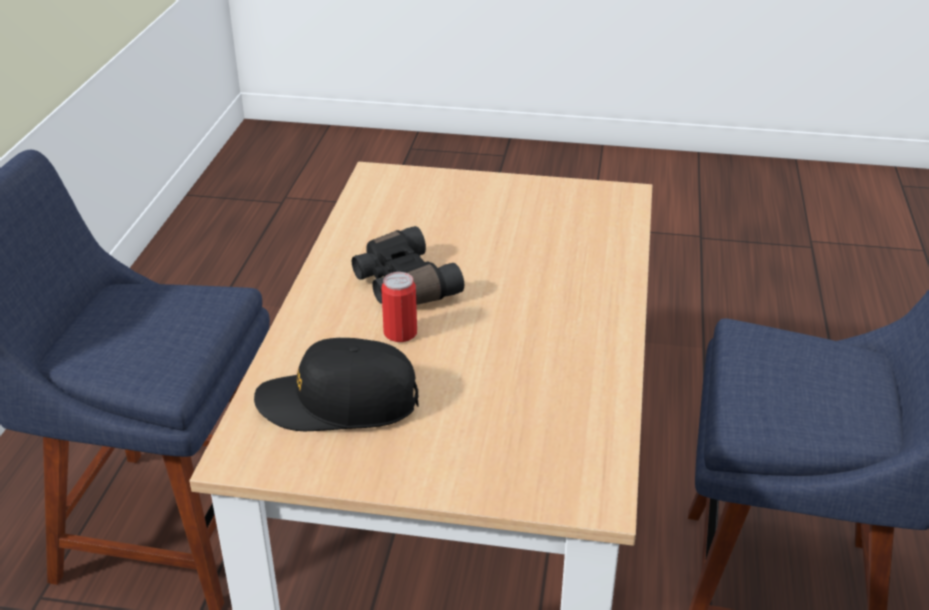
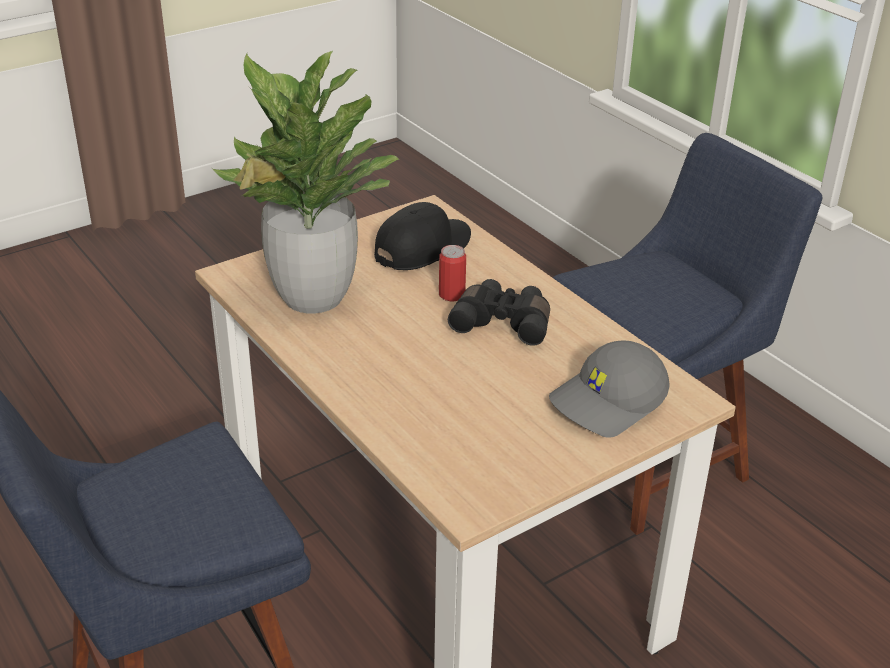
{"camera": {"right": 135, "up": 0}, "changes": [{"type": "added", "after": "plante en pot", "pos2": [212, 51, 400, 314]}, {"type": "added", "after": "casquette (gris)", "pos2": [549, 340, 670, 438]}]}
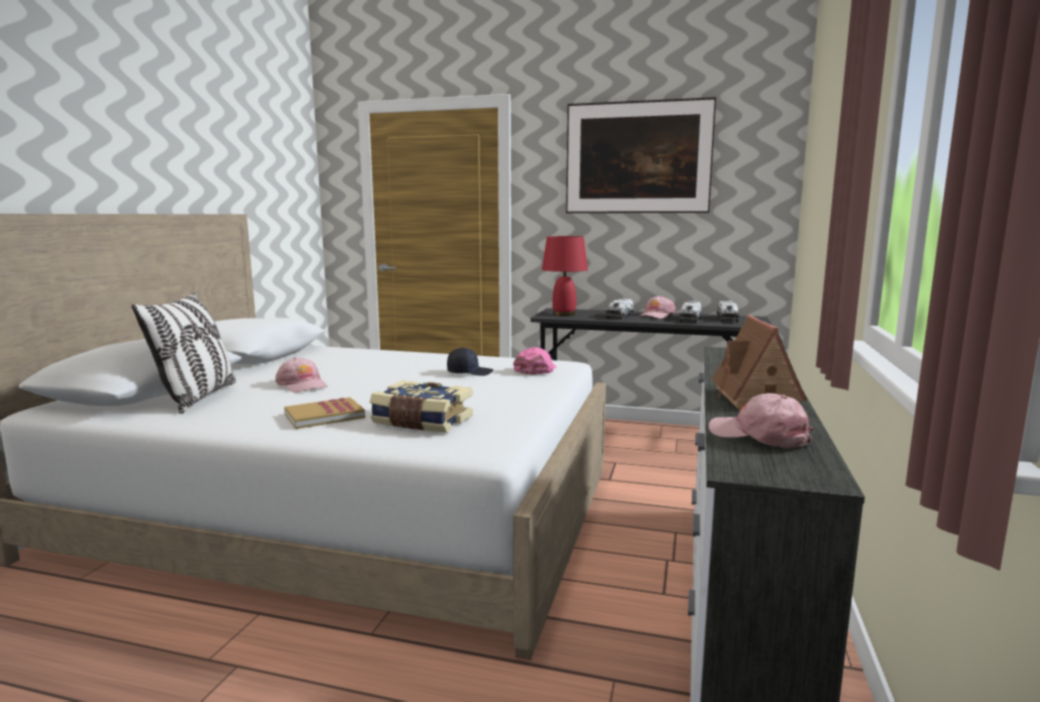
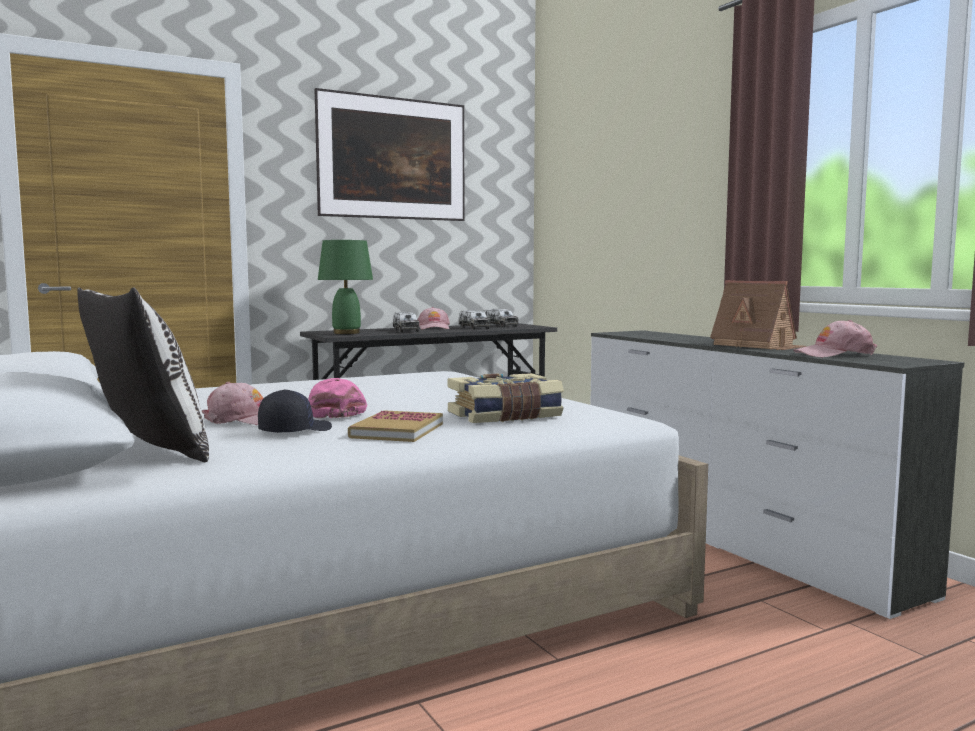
{"camera": {"right": -45, "up": -5}, "changes": [{"type": "moved", "before": "casquette (noir)", "pos1": [447, 348, 493, 376], "pos2": [258, 389, 332, 433]}, {"type": "moved", "before": "casquette (rose)", "pos1": [513, 347, 557, 375], "pos2": [308, 378, 367, 418]}, {"type": "recoloured", "before": "lampe de table (rouge)", "after": "lampe de table (vert)", "pos1": [542, 236, 588, 316], "pos2": [318, 240, 373, 334]}]}
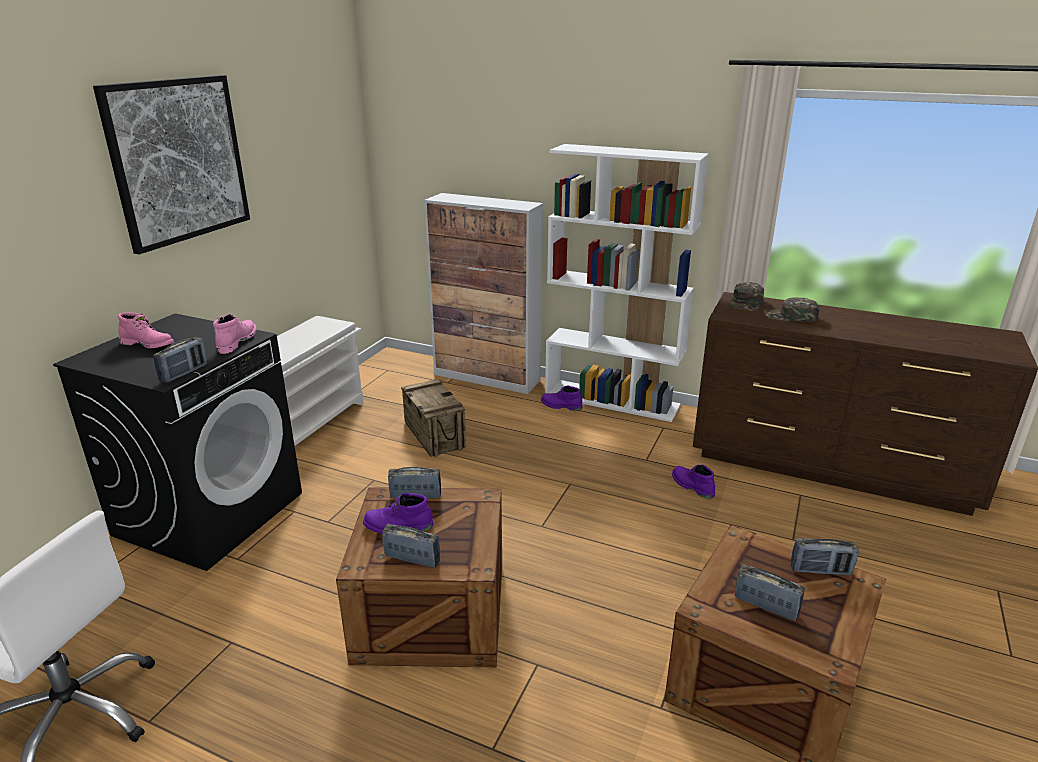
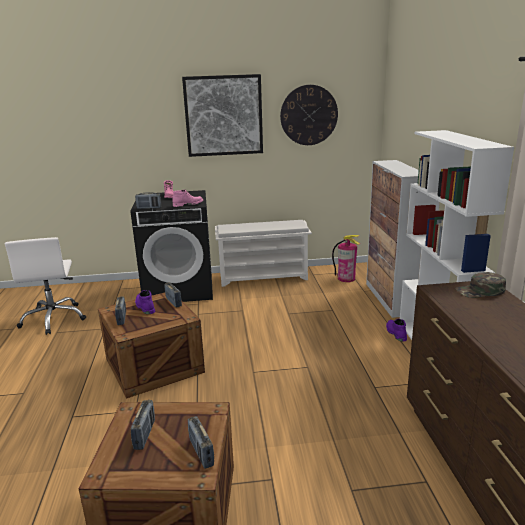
{"camera": {"right": 60, "up": -5}, "changes": [{"type": "removed", "before": "caisse", "pos1": [401, 379, 466, 457]}, {"type": "removed", "before": "botte (violet)", "pos1": [672, 465, 715, 498]}, {"type": "removed", "before": "casquette (vert)", "pos1": [764, 297, 819, 322]}, {"type": "added", "after": "horloge murale", "pos2": [280, 85, 338, 145]}, {"type": "added", "after": "extincteur", "pos2": [332, 235, 360, 282]}]}
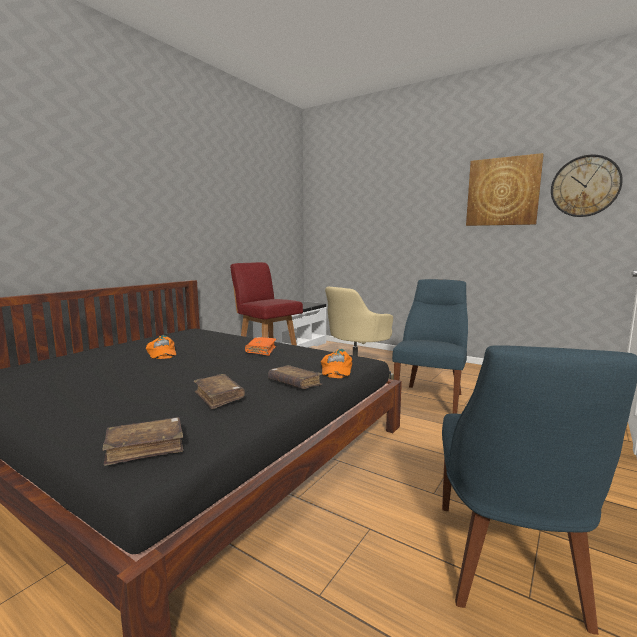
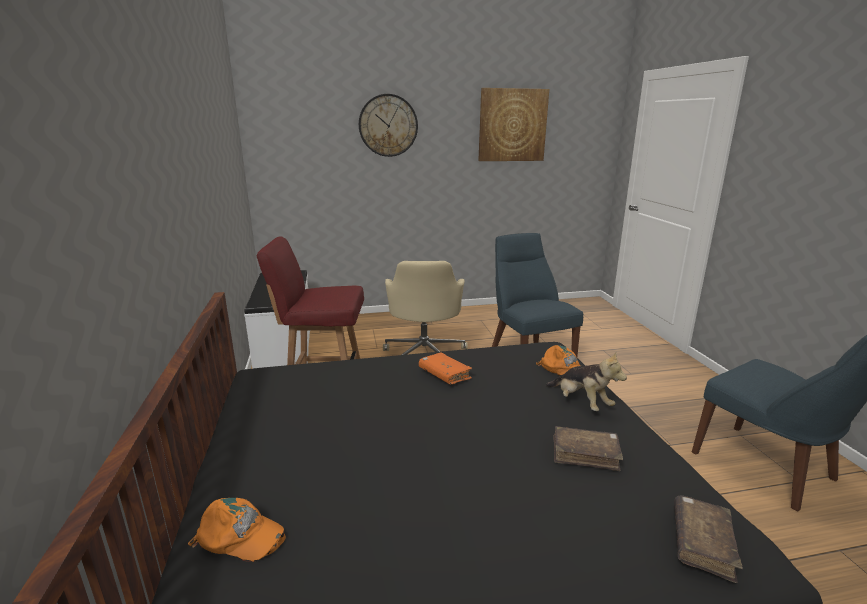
{"camera": {"right": -45, "up": 10}, "changes": [{"type": "moved", "before": "casquette (orange)", "pos1": [146, 335, 176, 359], "pos2": [188, 498, 286, 562]}, {"type": "replaced", "before": "livre (marron)", "after": "peluche", "pos1": [268, 365, 322, 389], "pos2": [546, 352, 627, 411]}, {"type": "moved", "before": "horloge murale", "pos1": [551, 154, 623, 217], "pos2": [359, 94, 418, 157]}]}
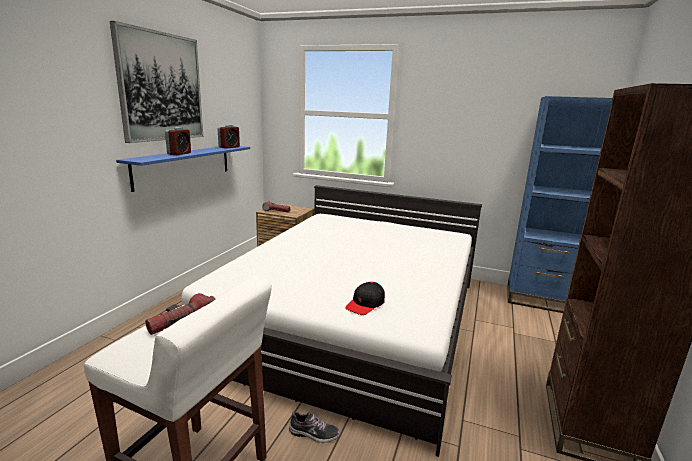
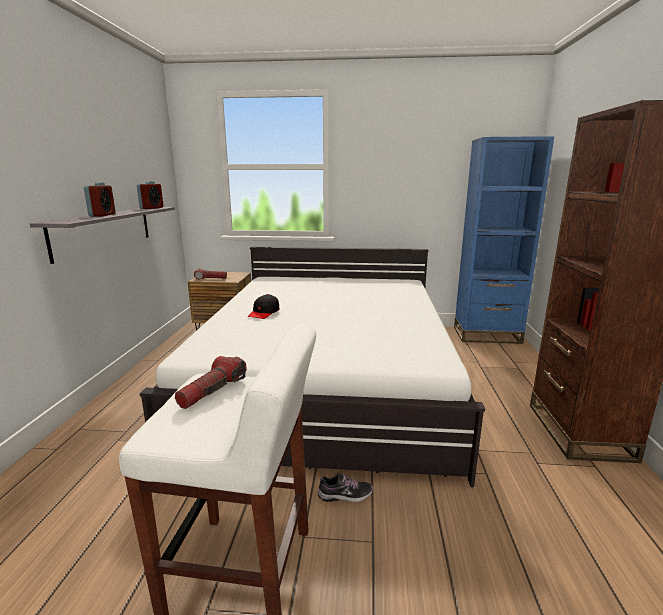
{"camera": {"right": -15, "up": 0}, "changes": [{"type": "removed", "before": "tableau", "pos1": [110, 21, 203, 143]}, {"type": "recoloured", "before": "étagère (bleu)", "after": "étagère (gris)", "pos1": [116, 146, 250, 192], "pos2": [30, 207, 175, 264]}, {"type": "moved", "before": "casquette (noir)", "pos1": [345, 282, 385, 315], "pos2": [248, 294, 279, 319]}]}
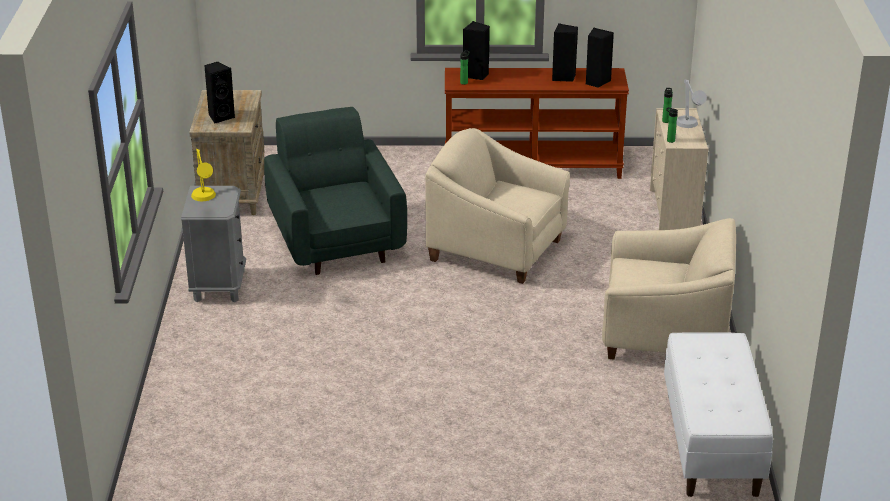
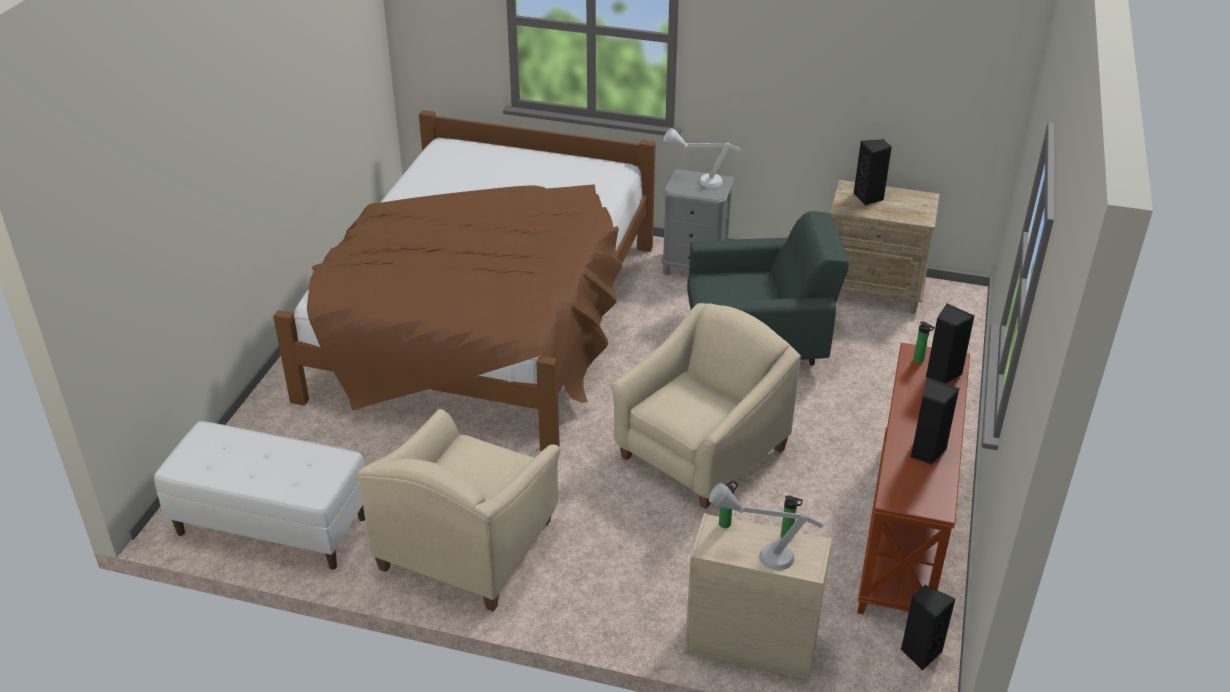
{"camera": {"right": 105, "up": 5}, "changes": [{"type": "recoloured", "before": "lampe de table (jaune)", "after": "lampe de table (blanc)", "pos1": [191, 149, 216, 201], "pos2": [664, 128, 741, 188]}, {"type": "moved", "before": "enceinte (noir)", "pos1": [586, 28, 614, 88], "pos2": [901, 585, 955, 671]}, {"type": "added", "after": "lit (marron)", "pos2": [273, 110, 656, 451]}]}
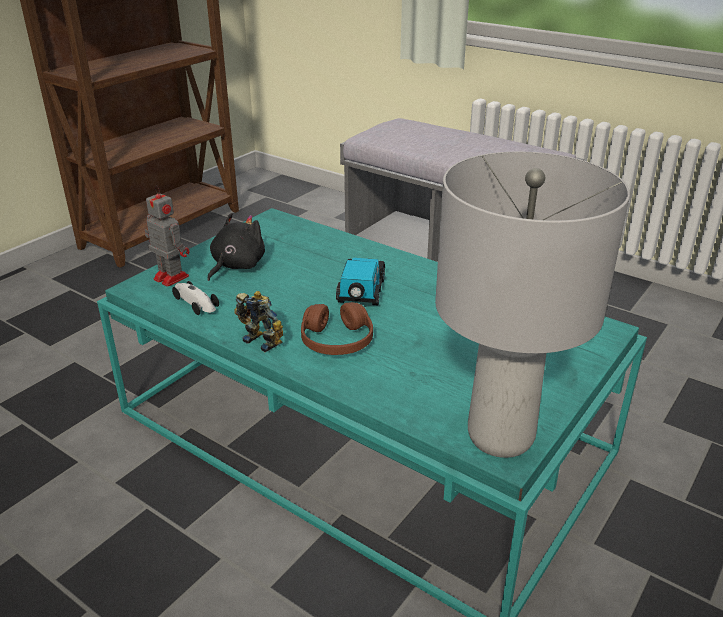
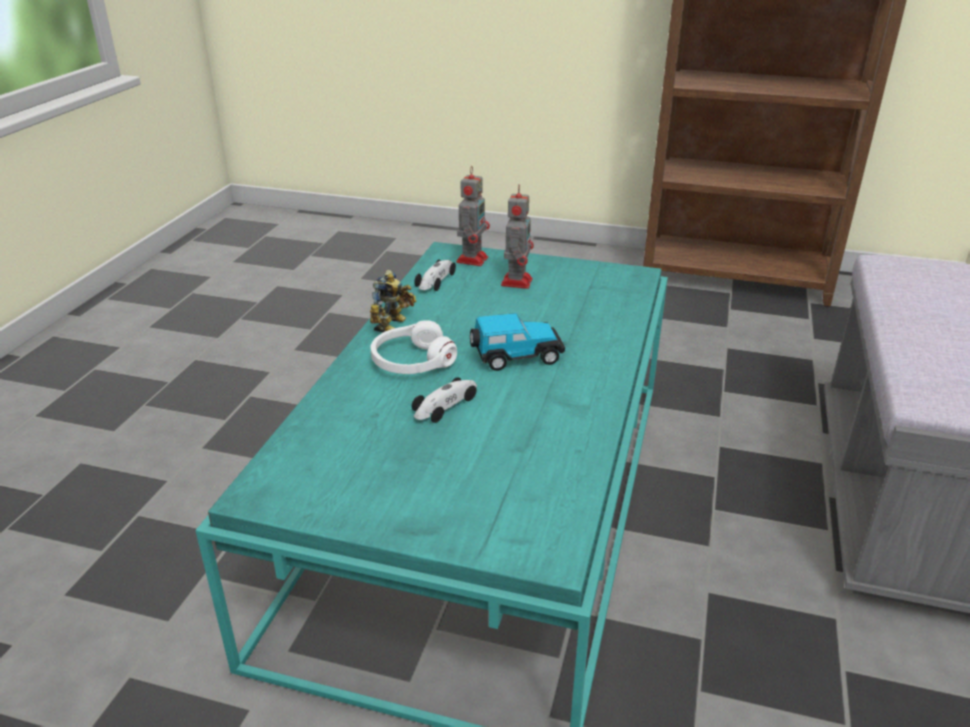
{"camera": {"right": 70, "up": 0}, "changes": [{"type": "replaced", "before": "peluche (noir)", "after": "robot jouet", "pos1": [207, 213, 265, 281], "pos2": [501, 184, 534, 289]}, {"type": "recoloured", "before": "casque audio (marron)", "after": "casque audio (blanc)", "pos1": [301, 302, 373, 355], "pos2": [370, 320, 457, 374]}, {"type": "removed", "before": "lampe de table (gris)", "pos1": [435, 152, 630, 458]}, {"type": "added", "after": "petite voiture", "pos2": [412, 377, 477, 423]}]}
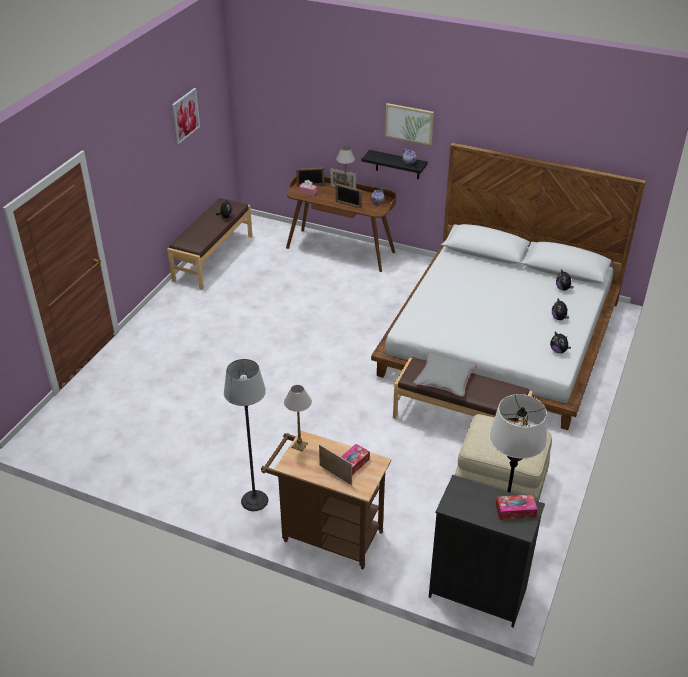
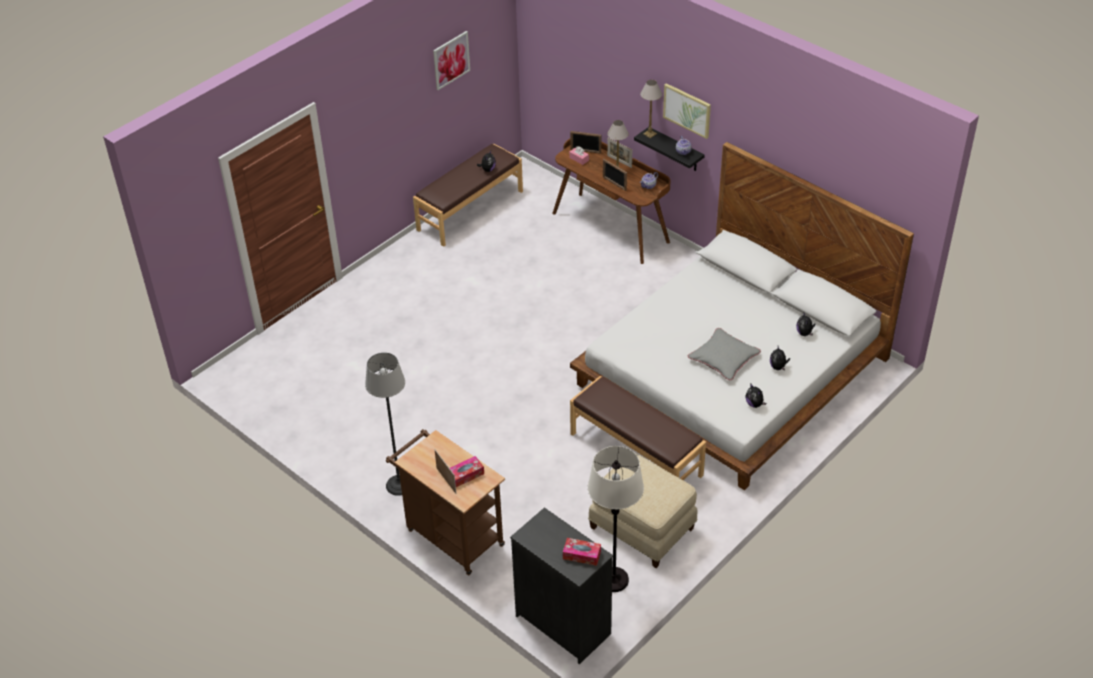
{"camera": {"right": 20, "up": 5}, "changes": [{"type": "moved", "before": "lampe de table", "pos1": [284, 385, 312, 451], "pos2": [640, 80, 662, 138]}, {"type": "moved", "before": "coussin (gris)", "pos1": [413, 352, 477, 397], "pos2": [688, 328, 761, 380]}]}
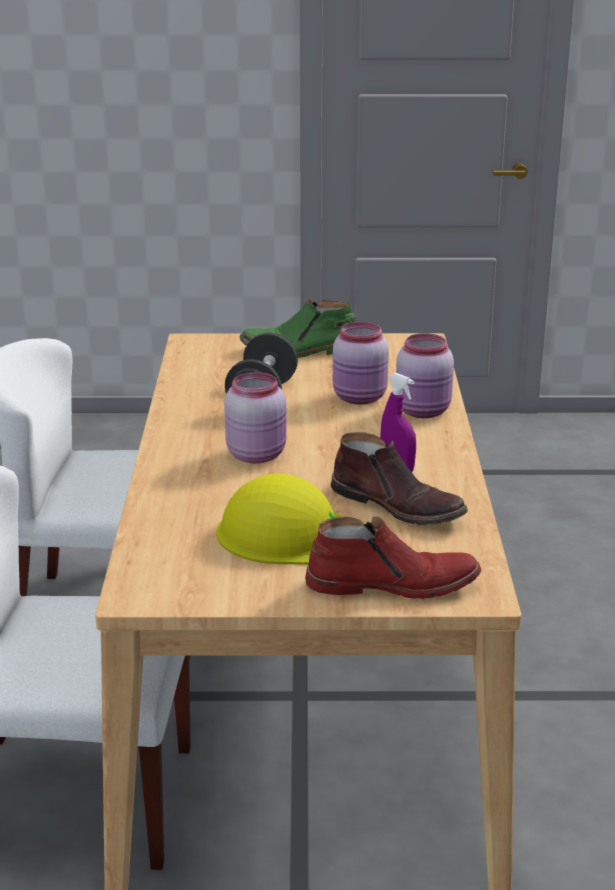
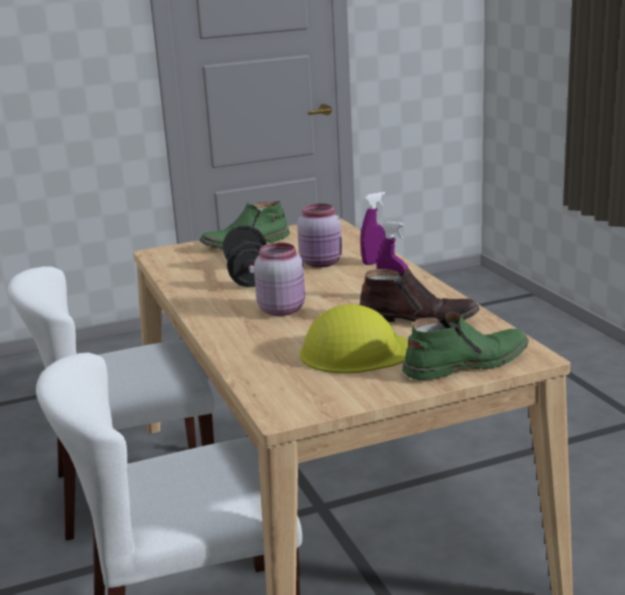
{"camera": {"right": -20, "up": -5}, "changes": [{"type": "recoloured", "before": "botte (rouge)", "after": "botte (vert)", "pos1": [305, 516, 481, 599], "pos2": [402, 312, 529, 380]}, {"type": "replaced", "before": "bocal (rose)", "after": "vaporisateur (violet)", "pos1": [396, 333, 454, 418], "pos2": [361, 192, 386, 265]}]}
